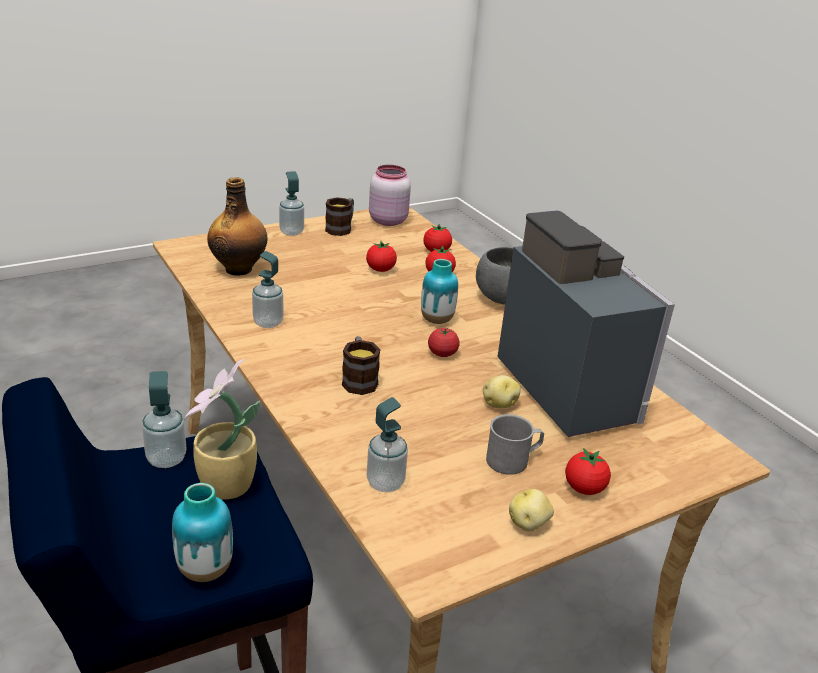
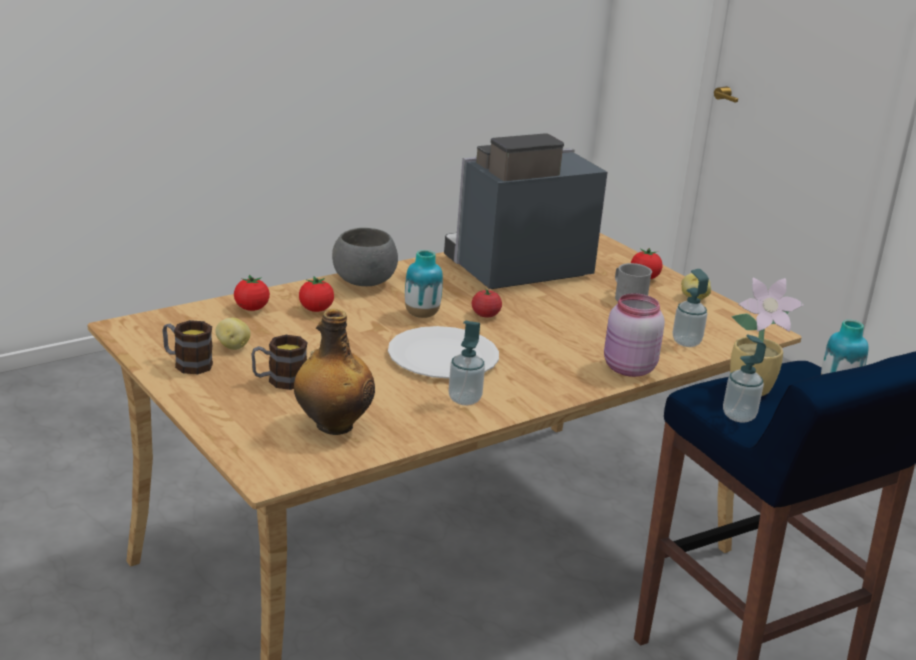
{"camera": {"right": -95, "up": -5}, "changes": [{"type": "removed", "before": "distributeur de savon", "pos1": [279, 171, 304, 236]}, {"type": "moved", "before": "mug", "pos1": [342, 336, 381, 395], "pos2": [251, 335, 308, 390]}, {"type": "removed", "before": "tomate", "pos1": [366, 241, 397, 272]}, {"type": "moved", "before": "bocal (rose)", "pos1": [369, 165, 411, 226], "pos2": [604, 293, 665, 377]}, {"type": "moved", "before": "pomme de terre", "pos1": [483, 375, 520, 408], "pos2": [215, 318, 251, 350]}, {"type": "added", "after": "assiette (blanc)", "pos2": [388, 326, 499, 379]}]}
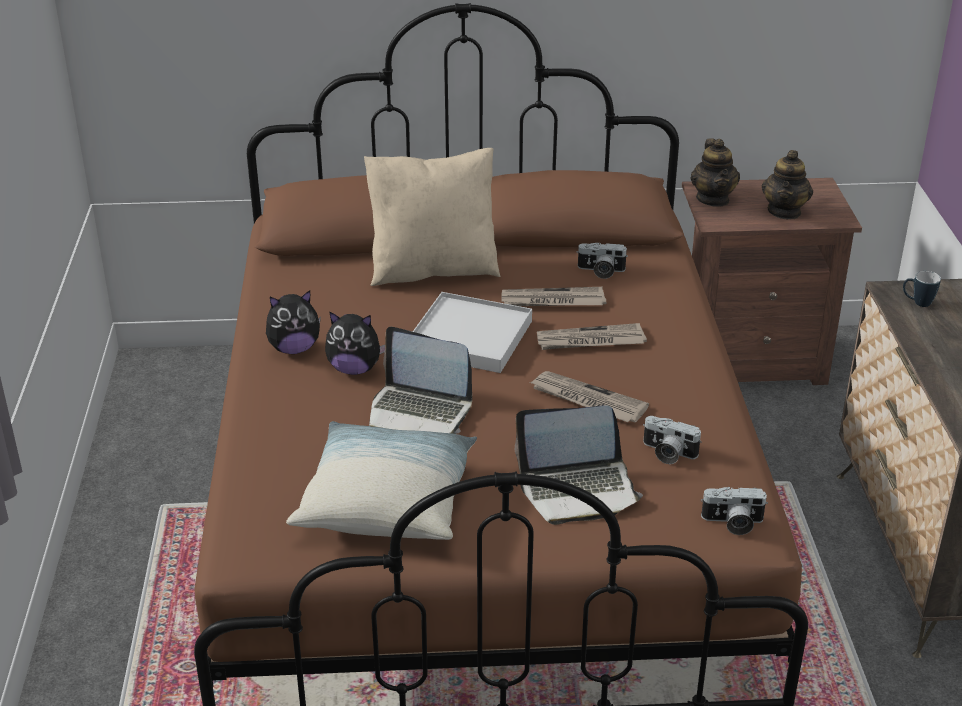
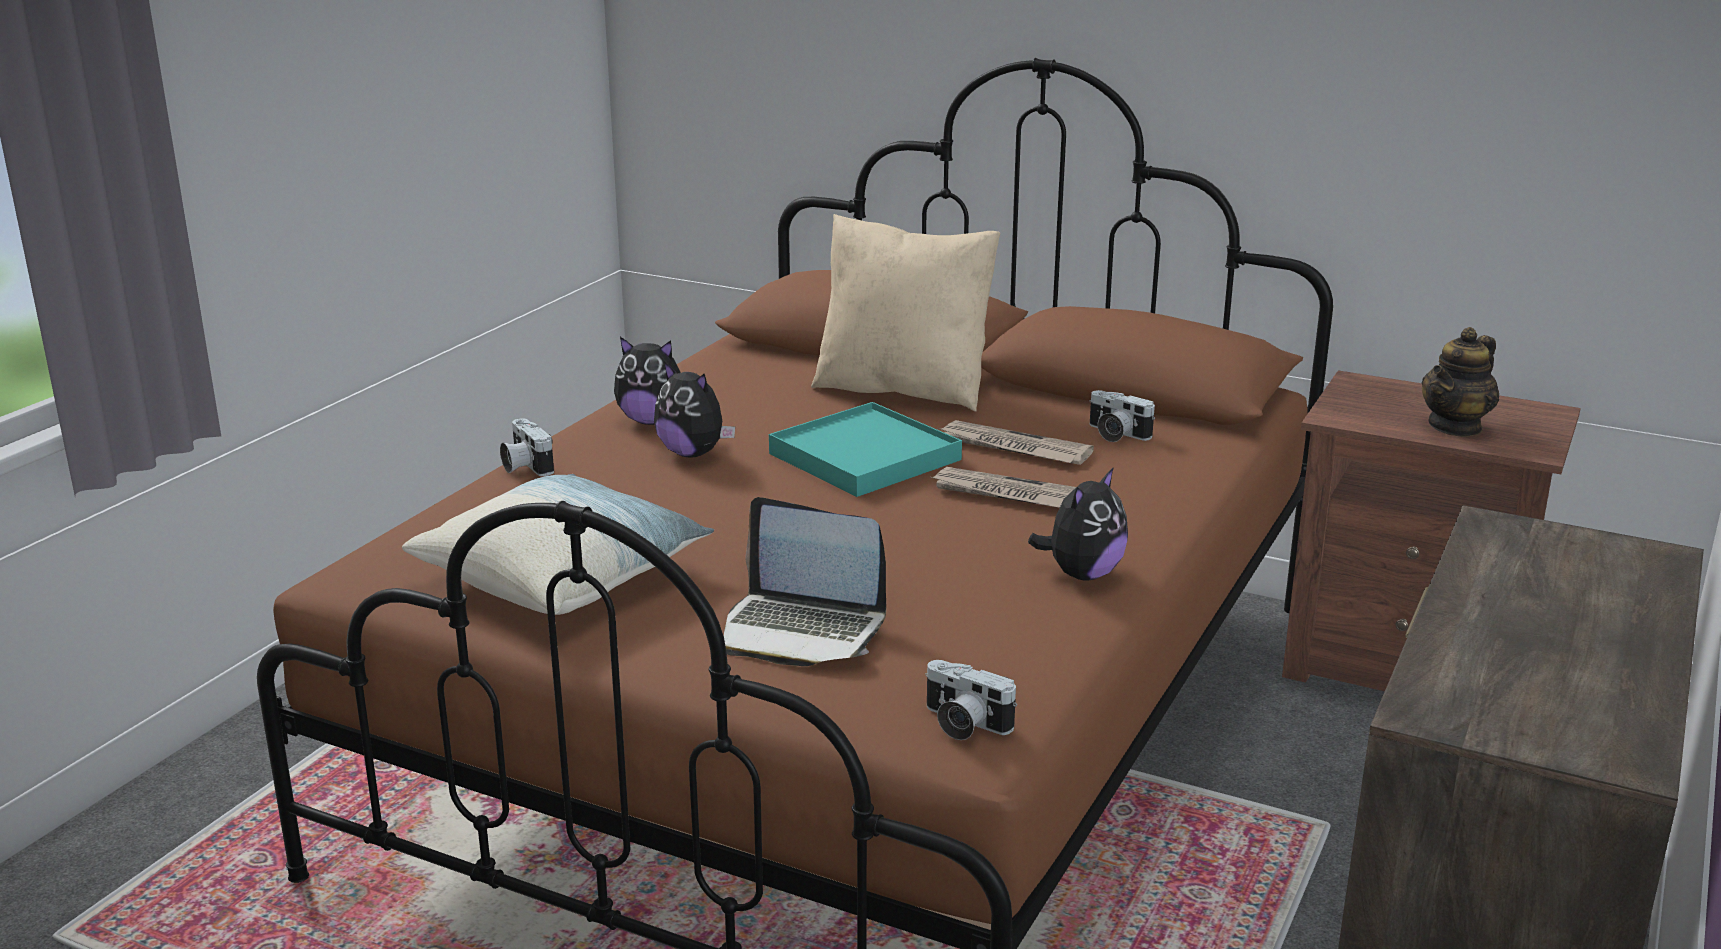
{"camera": {"right": 30, "up": -10}, "changes": [{"type": "removed", "before": "ordinateur portable", "pos1": [369, 327, 472, 434]}, {"type": "recoloured", "before": "plateau (blanc)", "after": "plateau (turquoise)", "pos1": [413, 292, 532, 373], "pos2": [769, 402, 962, 497]}, {"type": "removed", "before": "journal", "pos1": [530, 371, 649, 422]}, {"type": "moved", "before": "appareil photo", "pos1": [643, 416, 702, 464], "pos2": [500, 418, 554, 476]}, {"type": "removed", "before": "théière", "pos1": [690, 138, 740, 207]}, {"type": "removed", "before": "mug", "pos1": [903, 271, 941, 307]}, {"type": "added", "after": "peluche", "pos2": [1028, 467, 1128, 581]}]}
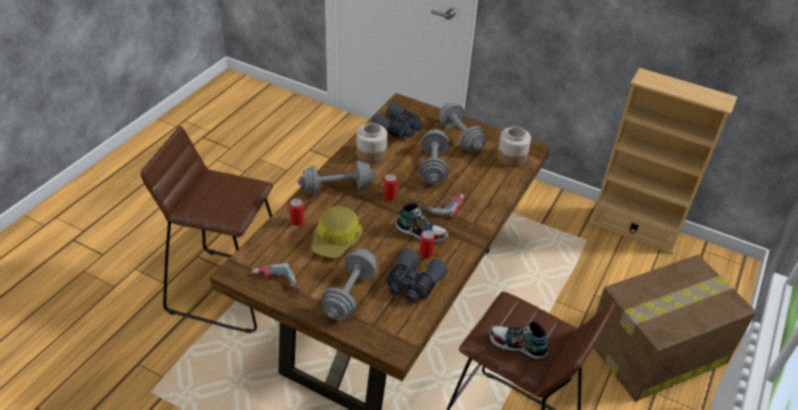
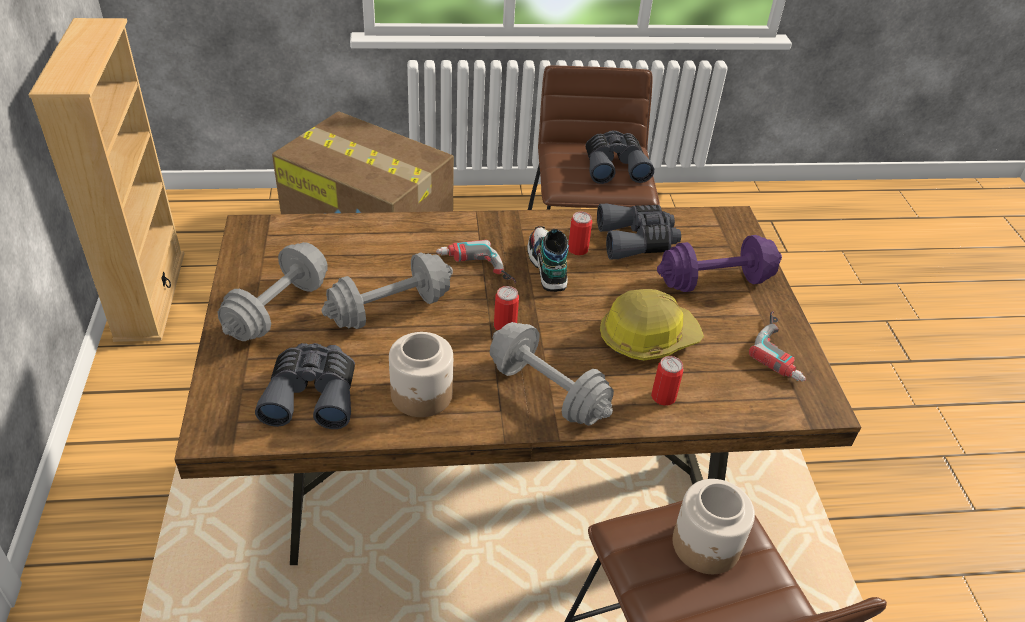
{"camera": {"right": -125, "up": 0}, "changes": [{"type": "recoloured", "before": "haltère (gris)", "after": "haltère (violet)", "pos1": [322, 249, 377, 320], "pos2": [657, 235, 782, 292]}, {"type": "replaced", "before": "chaussure", "after": "jumelles (gris)", "pos1": [489, 321, 548, 360], "pos2": [585, 130, 654, 184]}, {"type": "moved", "before": "bocal", "pos1": [497, 127, 531, 167], "pos2": [673, 479, 755, 574]}]}
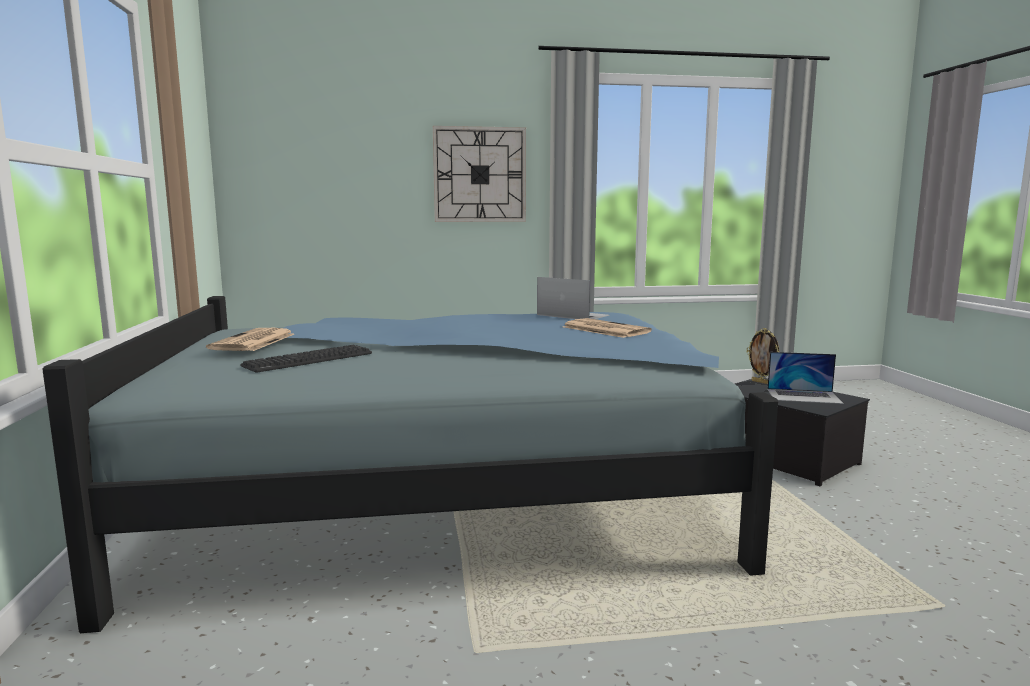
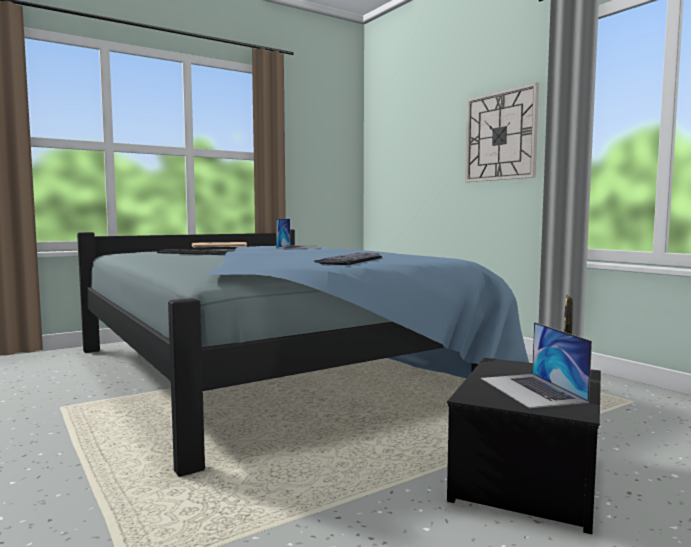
{"camera": {"right": 65, "up": -5}, "changes": [{"type": "moved", "before": "ordinateur portable", "pos1": [537, 277, 610, 319], "pos2": [276, 219, 317, 249]}, {"type": "replaced", "before": "journal", "after": "clavier", "pos1": [563, 318, 652, 338], "pos2": [314, 253, 382, 265]}]}
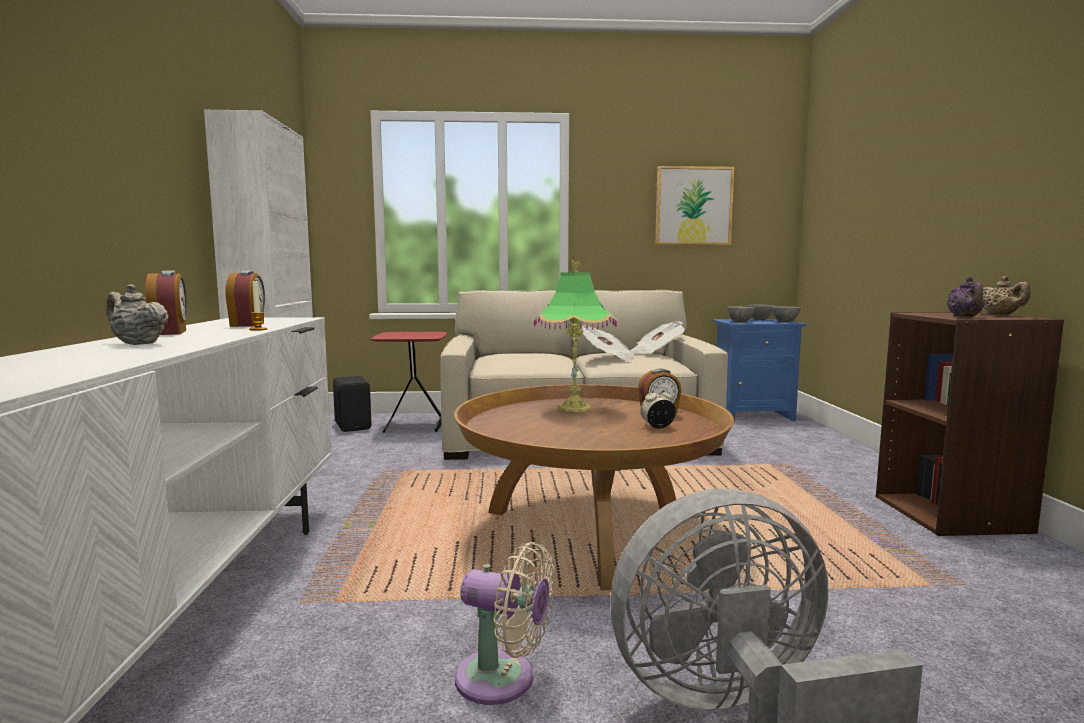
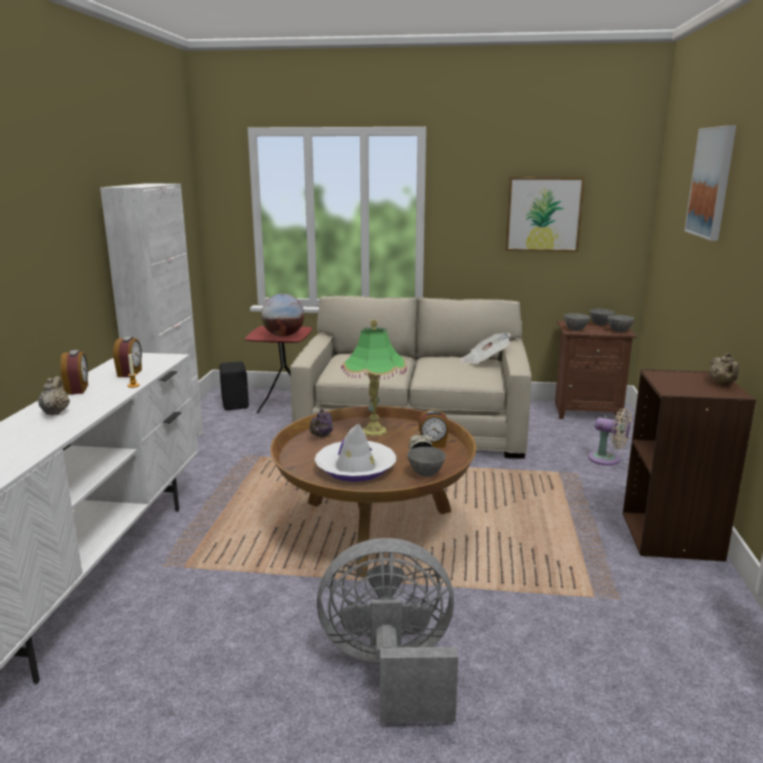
{"camera": {"right": 10, "up": 10}, "changes": [{"type": "turned", "before": "théière (beige)", "pos1": [106, 284, 169, 345], "pos2": [38, 376, 70, 415], "turn": 45}, {"type": "moved", "before": "ventilateur (beige)", "pos1": [455, 542, 555, 705], "pos2": [588, 408, 632, 466]}, {"type": "removed", "before": "journal", "pos1": [582, 325, 635, 362]}, {"type": "recoloured", "before": "table de chevet (bleu)", "after": "table de chevet (marron)", "pos1": [712, 319, 806, 421], "pos2": [555, 321, 637, 422]}, {"type": "moved", "before": "théière (violet)", "pos1": [947, 276, 985, 317], "pos2": [310, 409, 333, 437]}, {"type": "added", "after": "globe", "pos2": [261, 294, 304, 337]}, {"type": "added", "after": "chapeau (blanc)", "pos2": [314, 423, 396, 482]}, {"type": "added", "after": "bol (gris)", "pos2": [408, 447, 446, 477]}, {"type": "added", "after": "tableau", "pos2": [684, 125, 736, 241]}]}
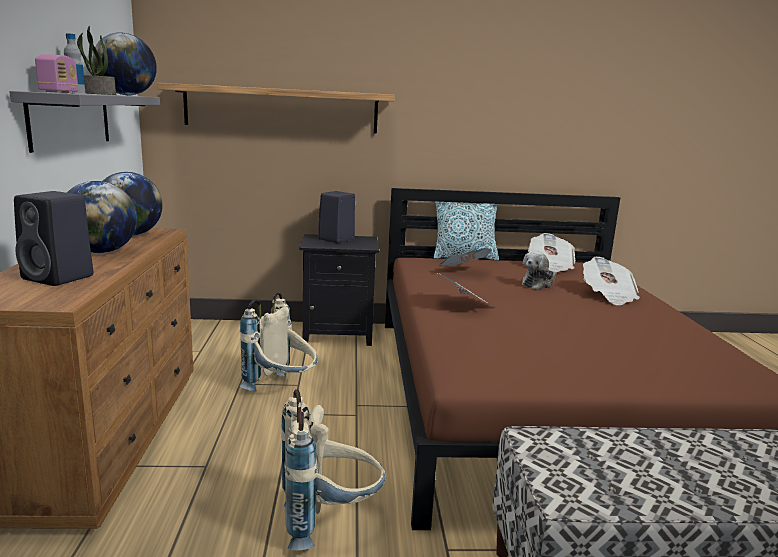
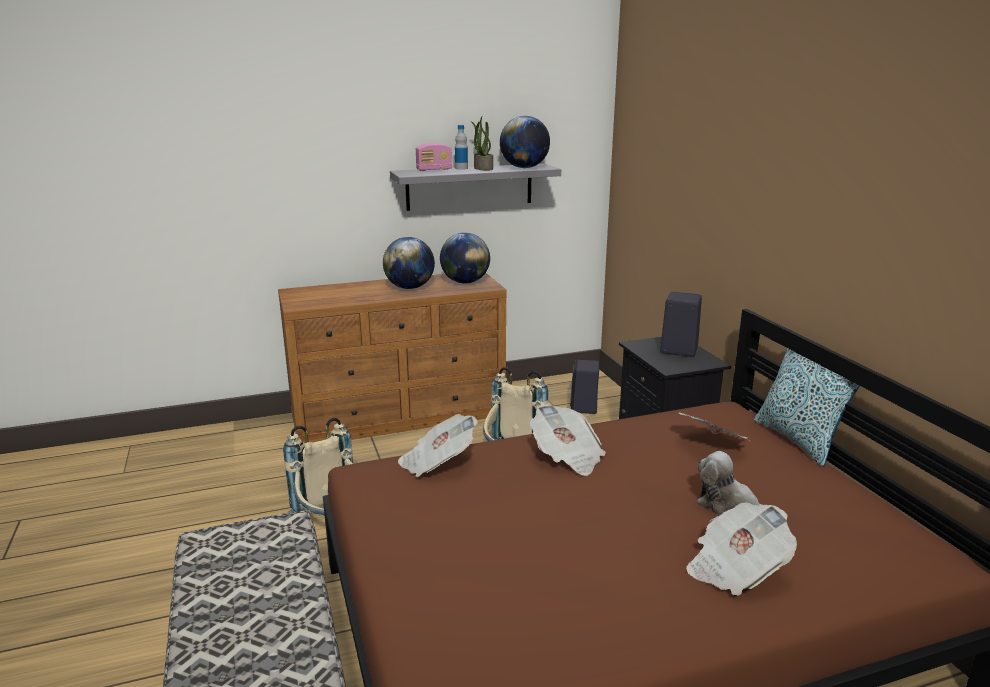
{"camera": {"right": 75, "up": 5}, "changes": [{"type": "moved", "before": "enceinte (noir)", "pos1": [14, 191, 93, 286], "pos2": [570, 360, 599, 414]}, {"type": "removed", "before": "étagère", "pos1": [157, 83, 395, 134]}, {"type": "moved", "before": "journal", "pos1": [528, 233, 575, 272], "pos2": [398, 414, 478, 477]}]}
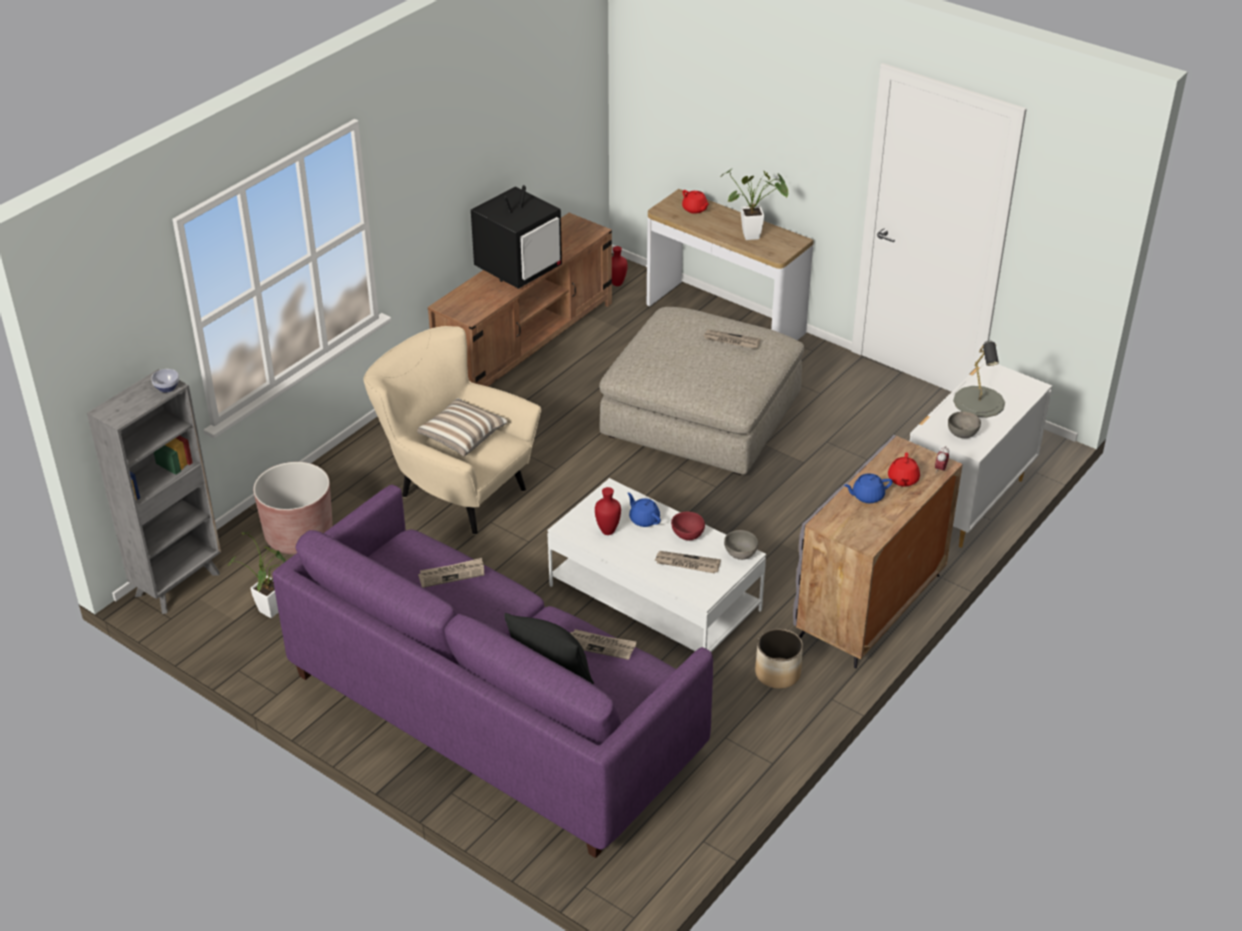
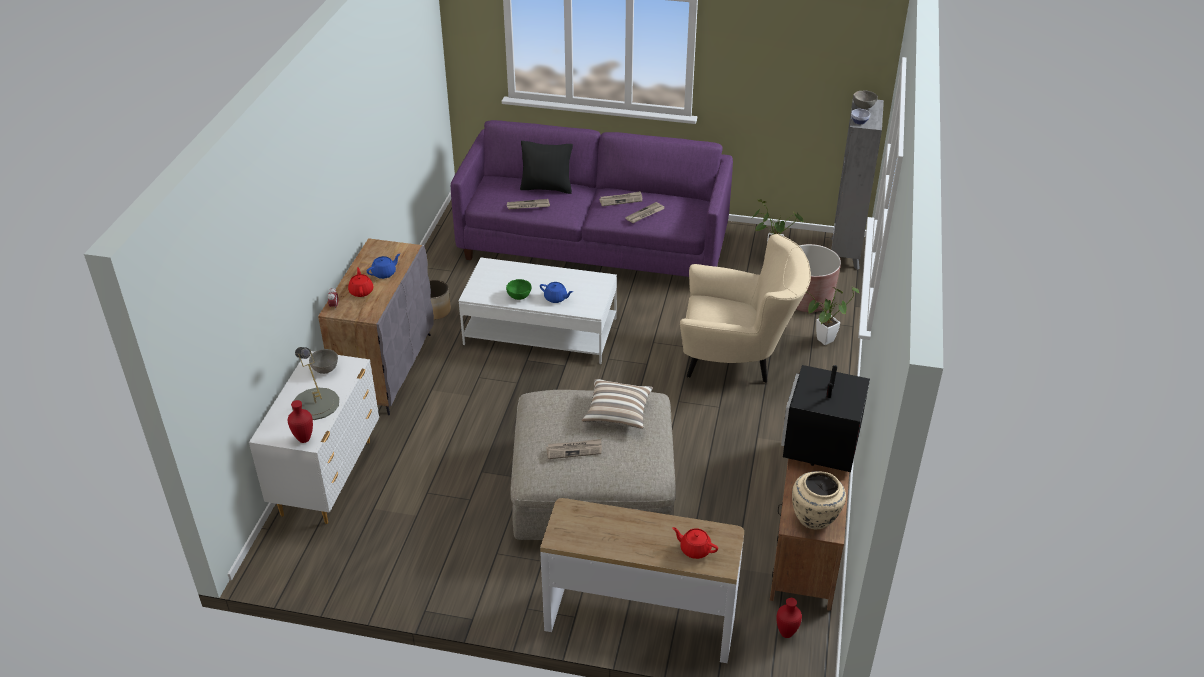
{"camera": {"right": 155, "up": 0}, "changes": [{"type": "moved", "before": "coussin", "pos1": [417, 398, 508, 456], "pos2": [582, 379, 653, 429]}, {"type": "moved", "before": "vase (rouge)", "pos1": [595, 487, 621, 535], "pos2": [288, 400, 313, 443]}, {"type": "moved", "before": "journal", "pos1": [654, 551, 721, 573], "pos2": [599, 191, 642, 206]}, {"type": "recoloured", "before": "bol (rouge)", "after": "bol (vert)", "pos1": [671, 511, 705, 540], "pos2": [506, 279, 532, 300]}, {"type": "moved", "before": "plante en pot", "pos1": [721, 168, 788, 240], "pos2": [806, 287, 859, 345]}, {"type": "moved", "before": "bol (gris)", "pos1": [724, 530, 758, 560], "pos2": [853, 90, 878, 109]}, {"type": "added", "after": "vase (beige)", "pos2": [792, 471, 846, 529]}]}
